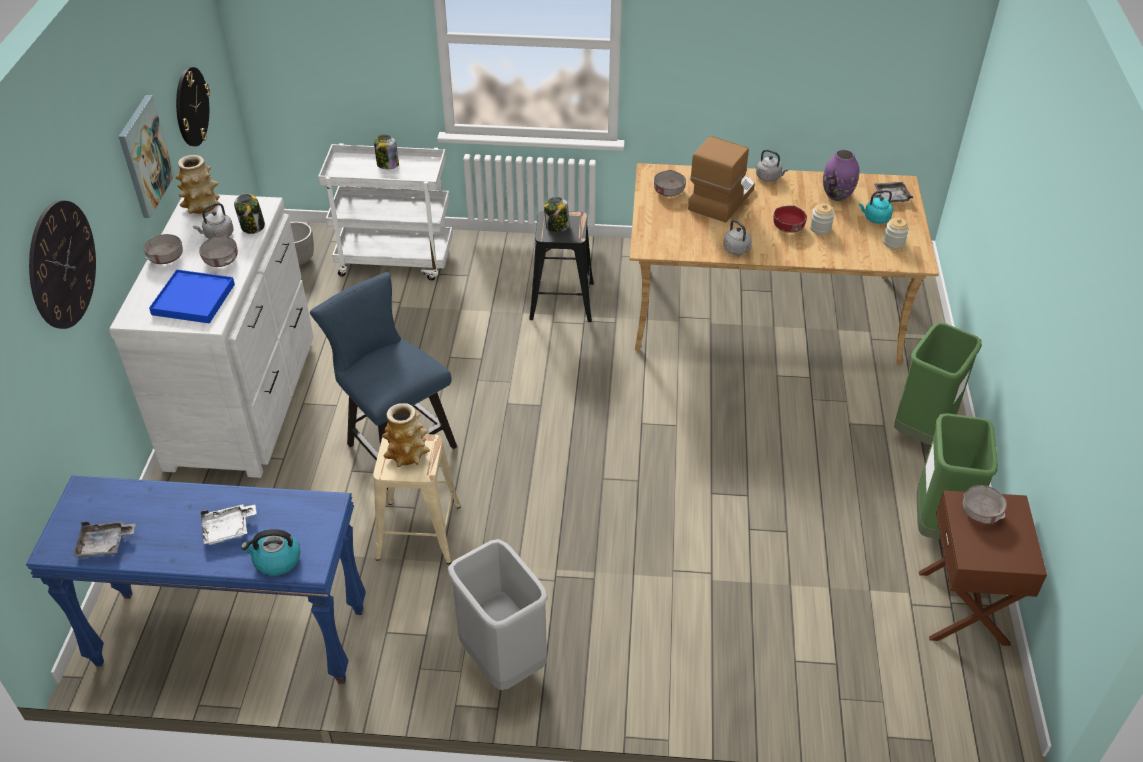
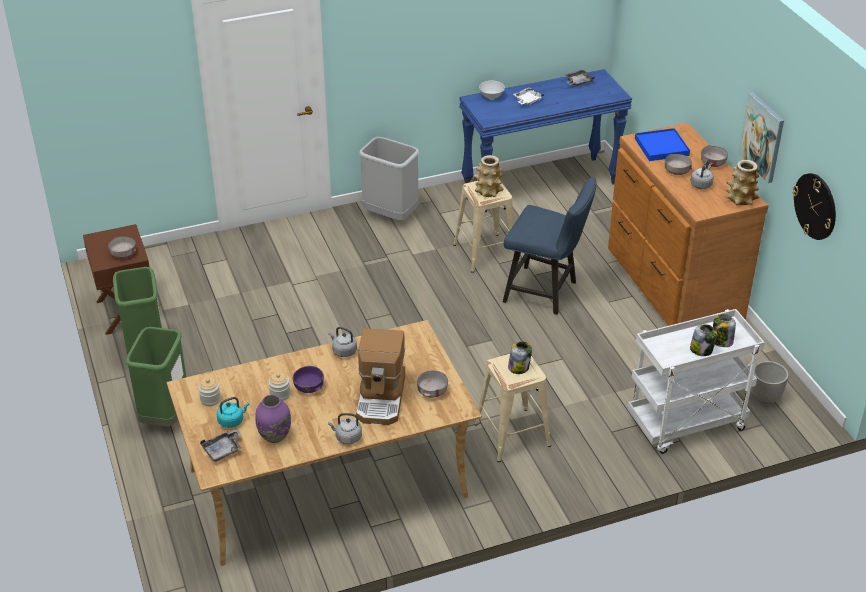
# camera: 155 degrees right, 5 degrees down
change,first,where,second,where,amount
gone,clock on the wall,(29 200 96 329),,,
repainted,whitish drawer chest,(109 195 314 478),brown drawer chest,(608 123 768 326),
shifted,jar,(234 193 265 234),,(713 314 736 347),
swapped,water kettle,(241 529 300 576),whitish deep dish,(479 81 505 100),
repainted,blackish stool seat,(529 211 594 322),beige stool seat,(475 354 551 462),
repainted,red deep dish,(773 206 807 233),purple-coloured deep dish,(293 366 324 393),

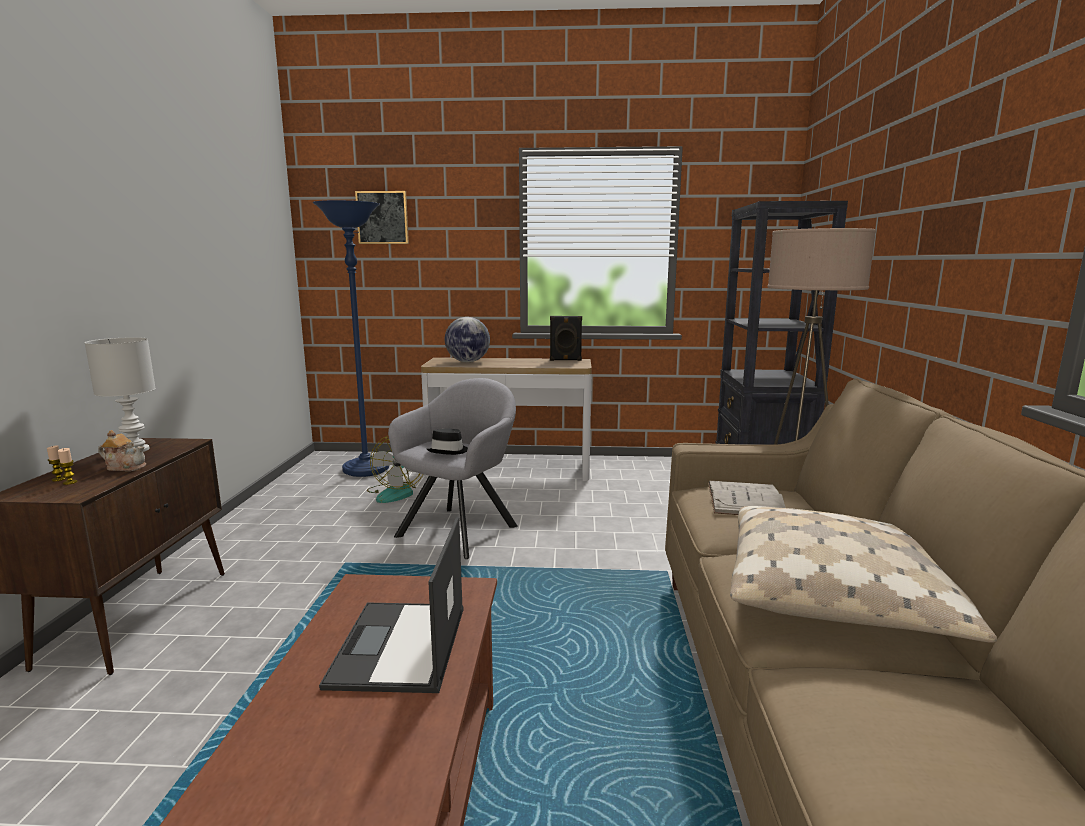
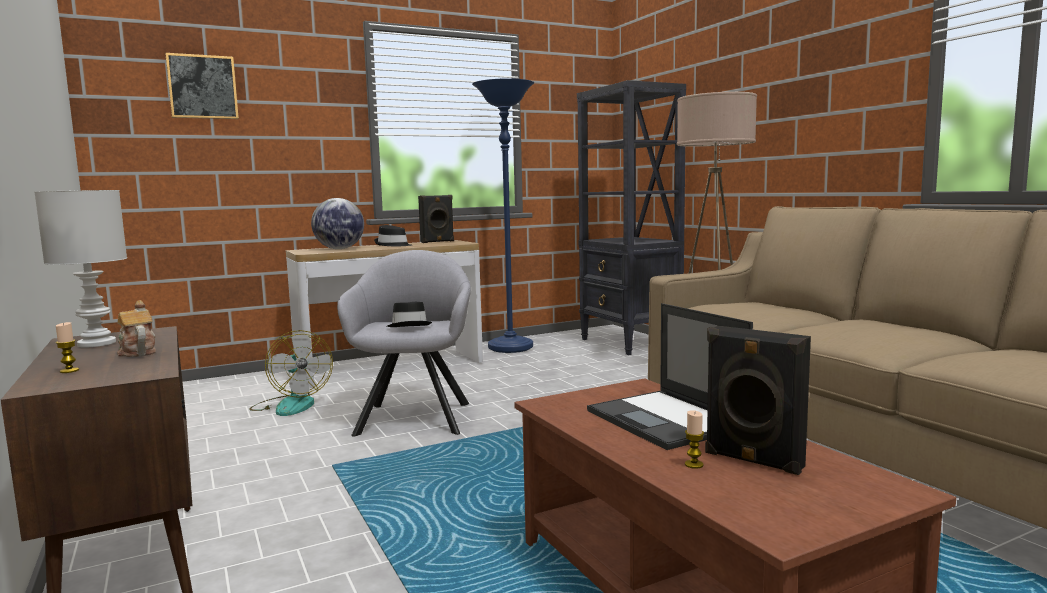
# camera: 30 degrees left, 5 degrees down
change,first,where,second,where,amount
shifted,candle,(58 448 77 485),,(685 410 704 469),
rotated,tea pot,(98 430 146 471),,(117 300 156 357),105 degrees counterclockwise
shifted,blue-coloured floor lamp,(313 200 389 477),,(472 78 534 353),
gone,whitish bound book,(708 481 785 515),,,
gone,beige pillow,(730 506 997 643),,,
new,,,blackish hat,(374 225 411 247),
new,,,blackish loudspeaker,(705 326 811 475),

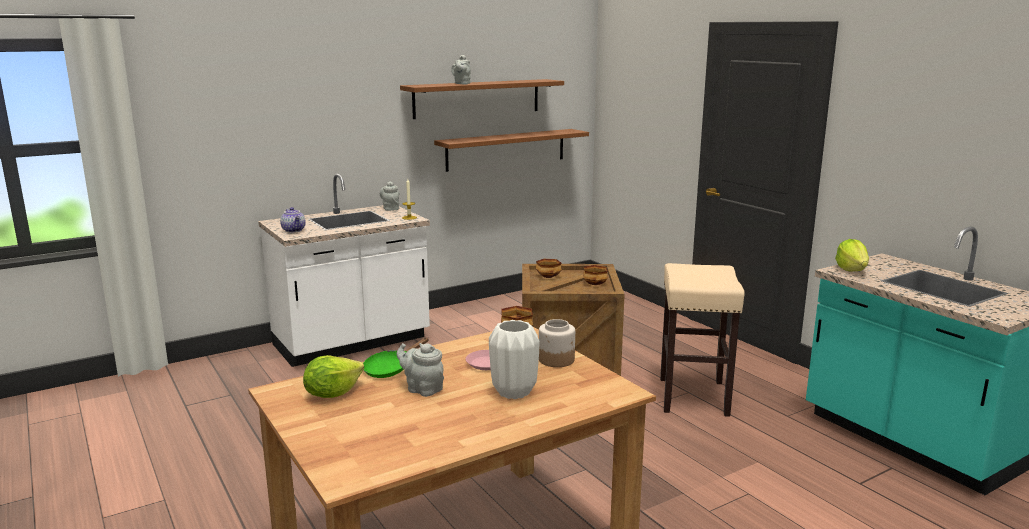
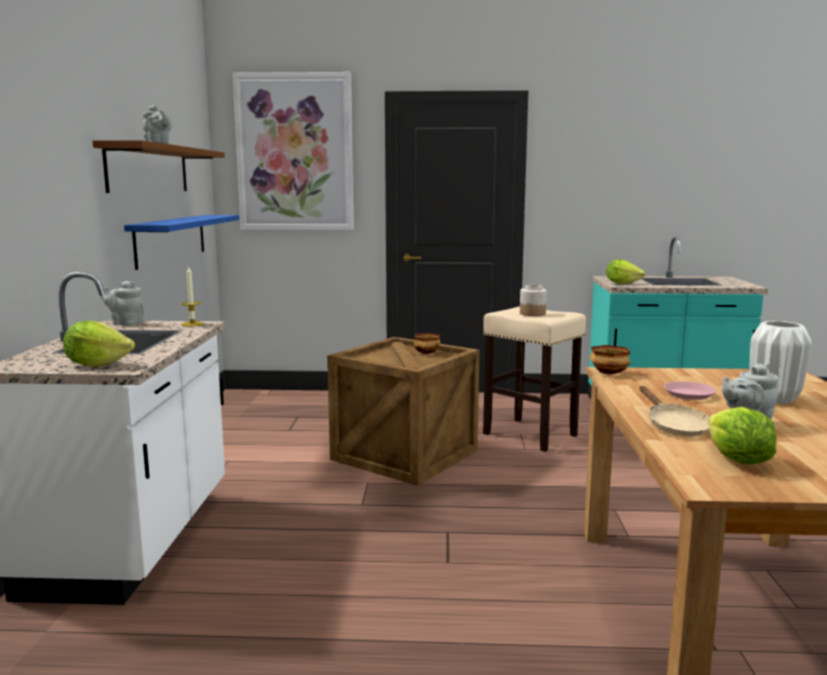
# camera: 55 degrees left, 5 degrees down
change,first,where,second,where,amount
swapped,tea pot,(280 207 306 233),head of lettuce,(63 321 135 367),
repainted,green-coloured frying pan,(363 337 429 378),beige frying pan,(639 386 709 437),
repainted,brown bracket shelf,(434 129 589 172),blue-coloured bracket shelf,(124 215 239 270),
gone,deep dish,(536 259 562 278),,,
shifted,jar,(539 319 575 367),,(520 285 547 316),
new,,,wall picture,(233 72 354 230),

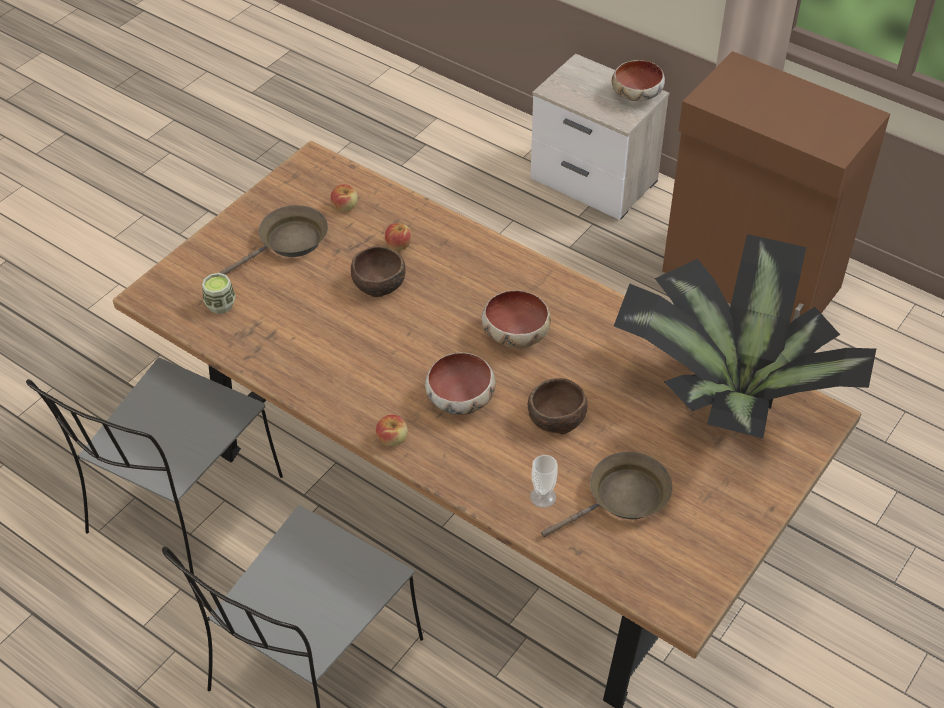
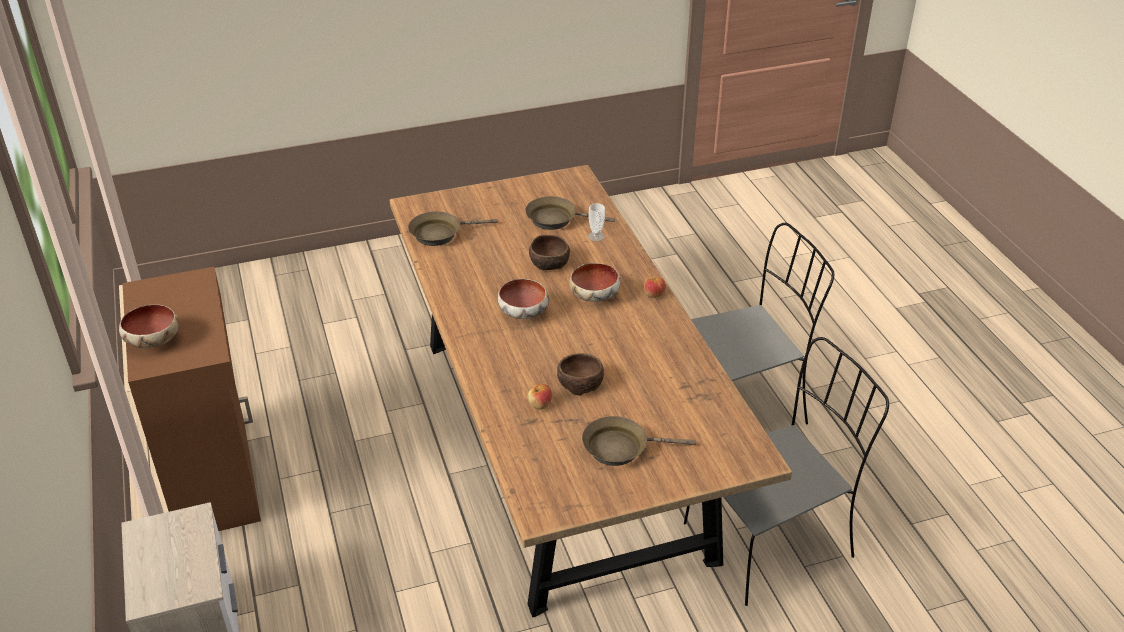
# camera: 145 degrees left, 10 degrees down
change,first,where,second,where,amount
gone,small cup,(202 273 235 314),,,
gone,apple,(331 184 358 212),,,
shifted,deep dish,(612 60 665 101),,(119 304 179 348),
swapped,potted plant,(614 234 876 438),brown frying pan,(408 211 498 246),

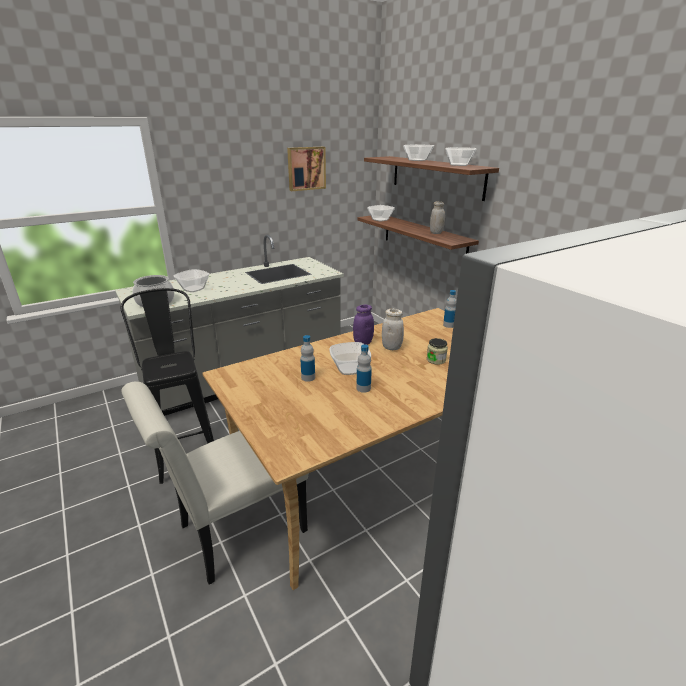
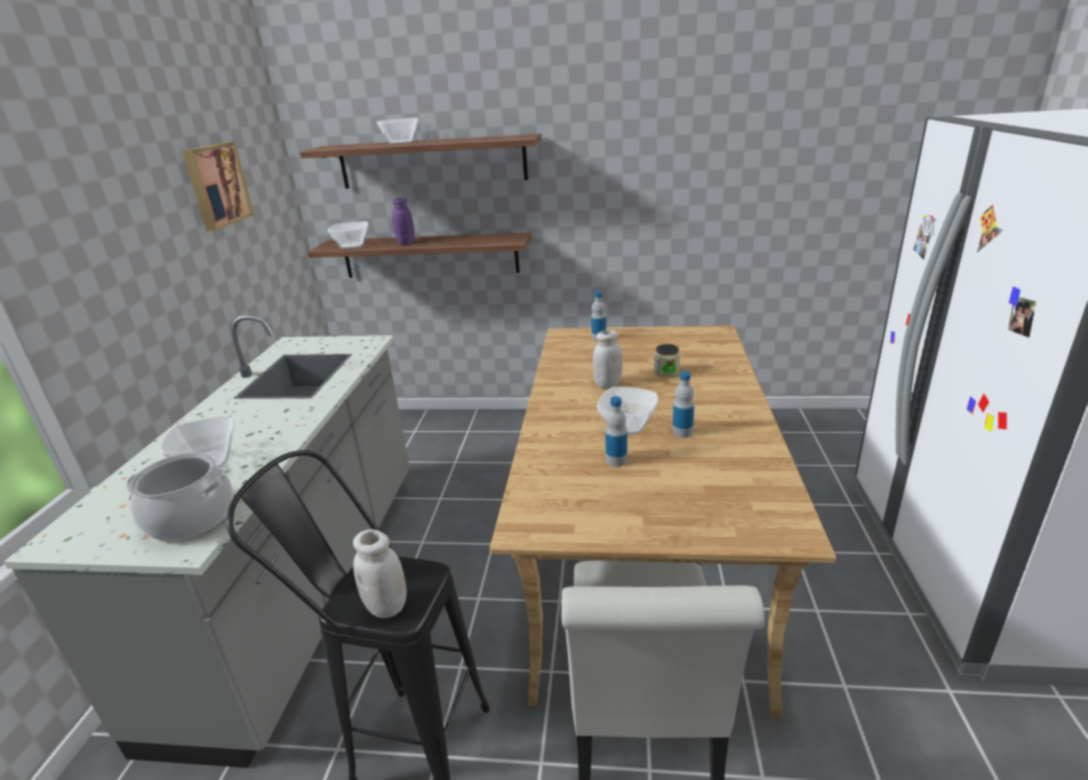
# camera: 50 degrees left, 0 degrees up
change,first,where,second,where,amount
shifted,purple-coloured jar,(353 305 374 345),,(392 198 415 244),
shifted,whitish jar,(430 201 445 234),,(353 529 407 618),
gone,deep dish,(445 147 477 166),,,

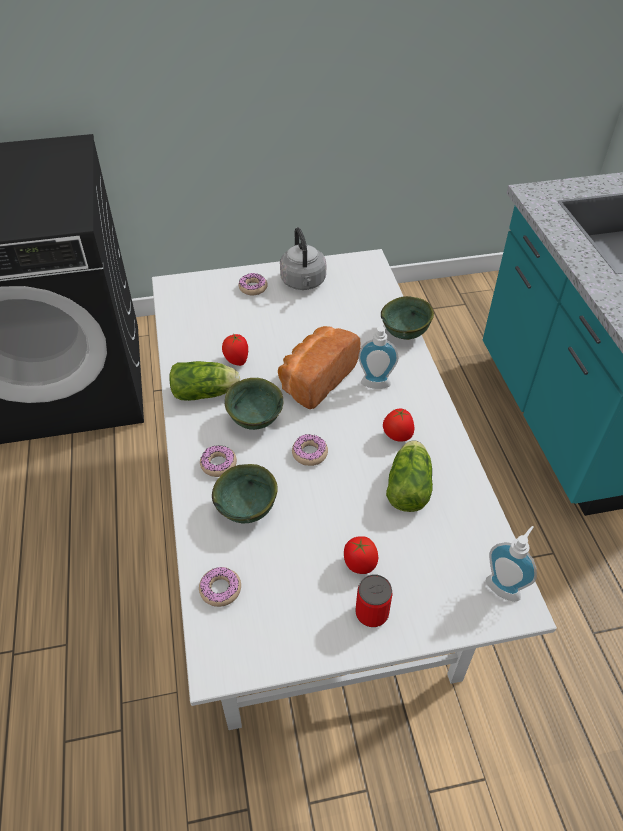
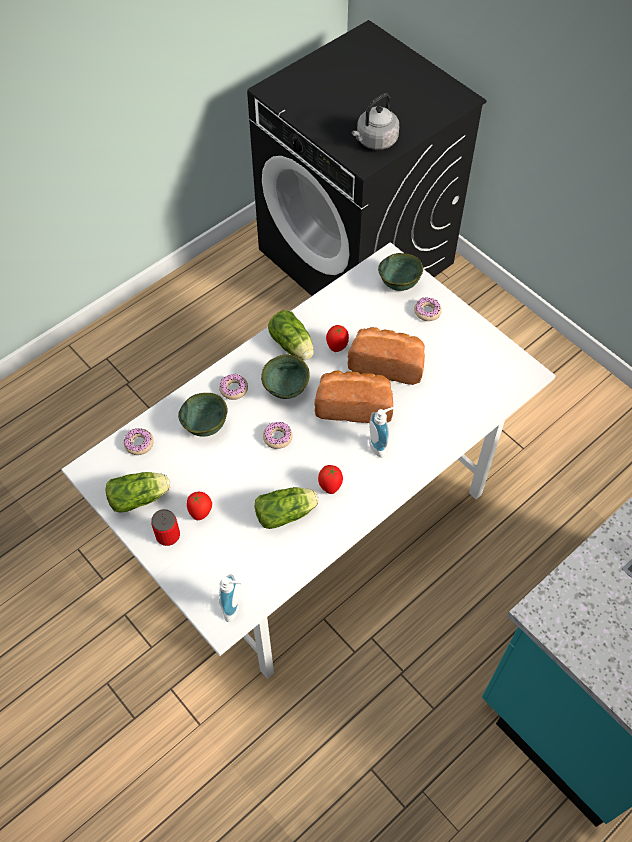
# camera: 60 degrees right, 10 degrees up
change,first,where,second,where,amount
shifted,grey water kettle,(280 227 326 290),,(352 93 399 150),
shifted,green-coloured deep dish,(381 296 434 340),,(378 253 423 291),
new,,,head of lettuce,(106 472 170 513),
new,,,bakery bread,(348 327 425 385),

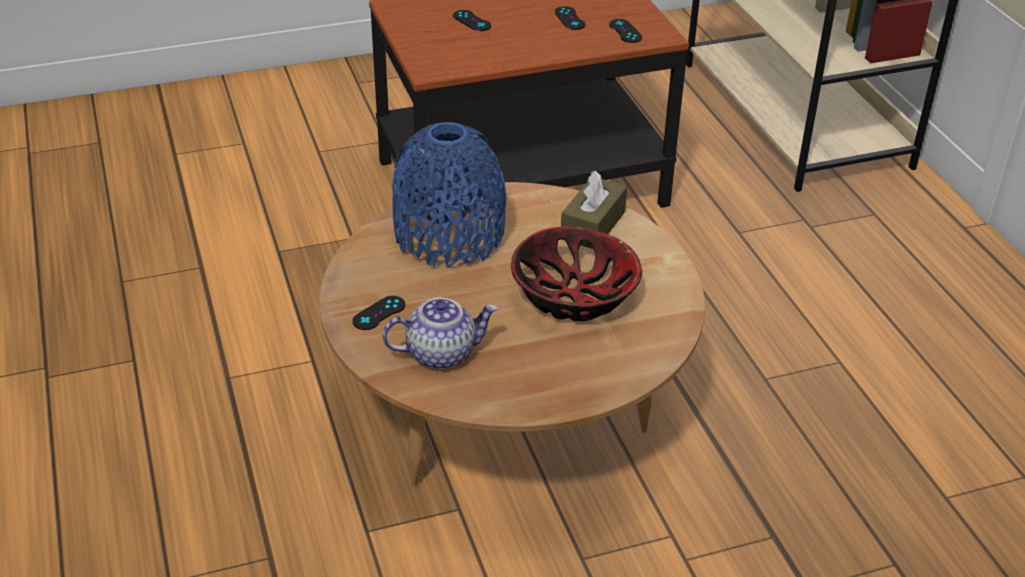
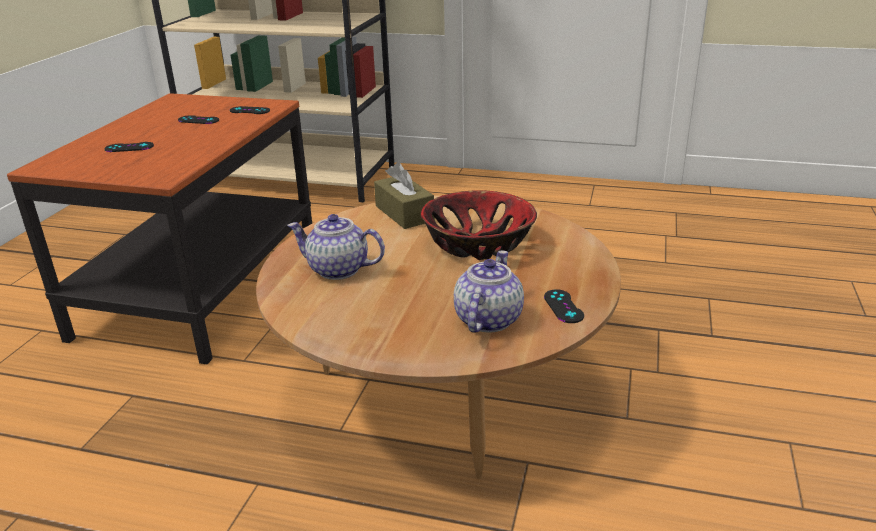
# camera: 55 degrees left, 10 degrees down
change,first,where,second,where,amount
shifted,blackish joypad,(352 296 405 330),,(544 289 584 323),
swapped,blue-coloured decorative vase,(392 122 507 268),tea pot,(287 214 385 280),

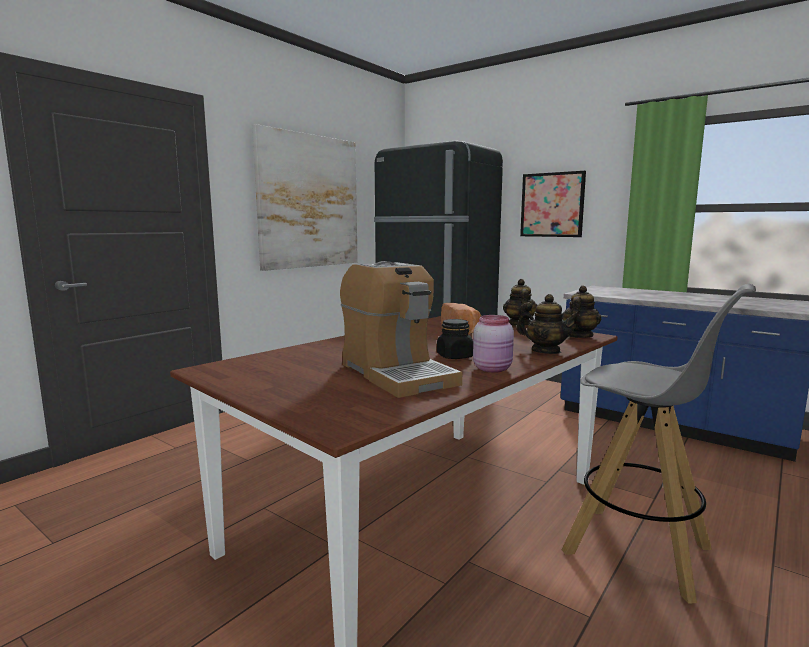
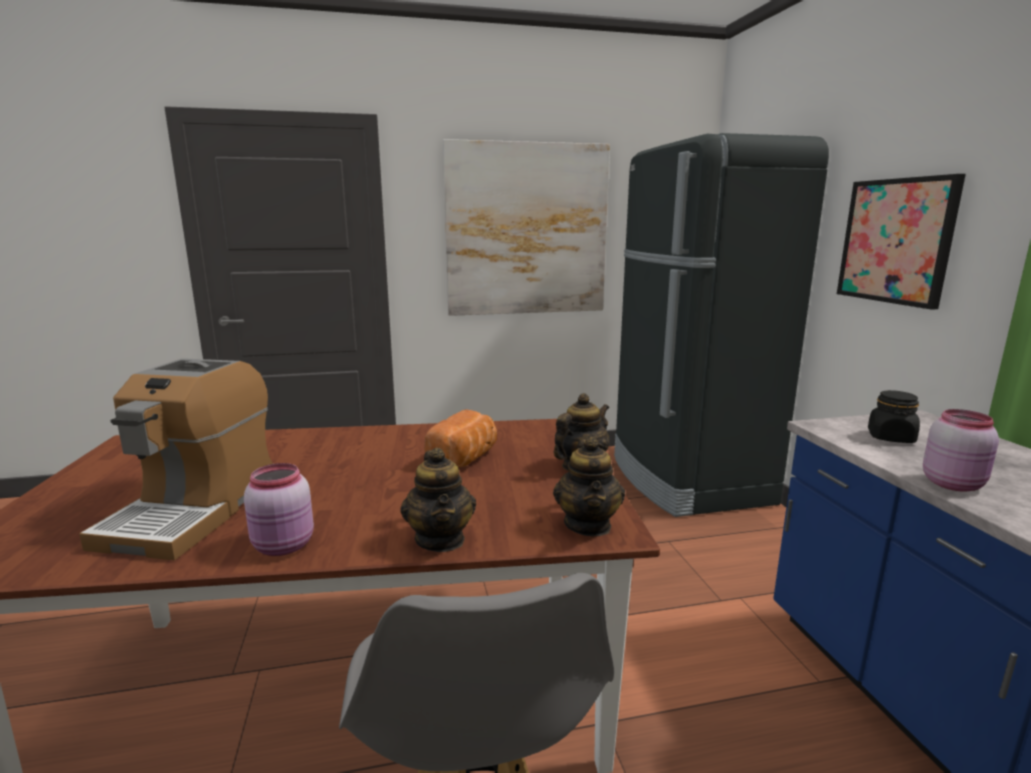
# camera: 40 degrees right, 5 degrees up
change,first,where,second,where,amount
shifted,blackish jar,(437 319 473 359),,(868 390 920 443),
rotated,tea pot,(562 285 601 338),,(553 436 625 536),105 degrees clockwise
new,,,pink-coloured jar,(923 409 999 492),

